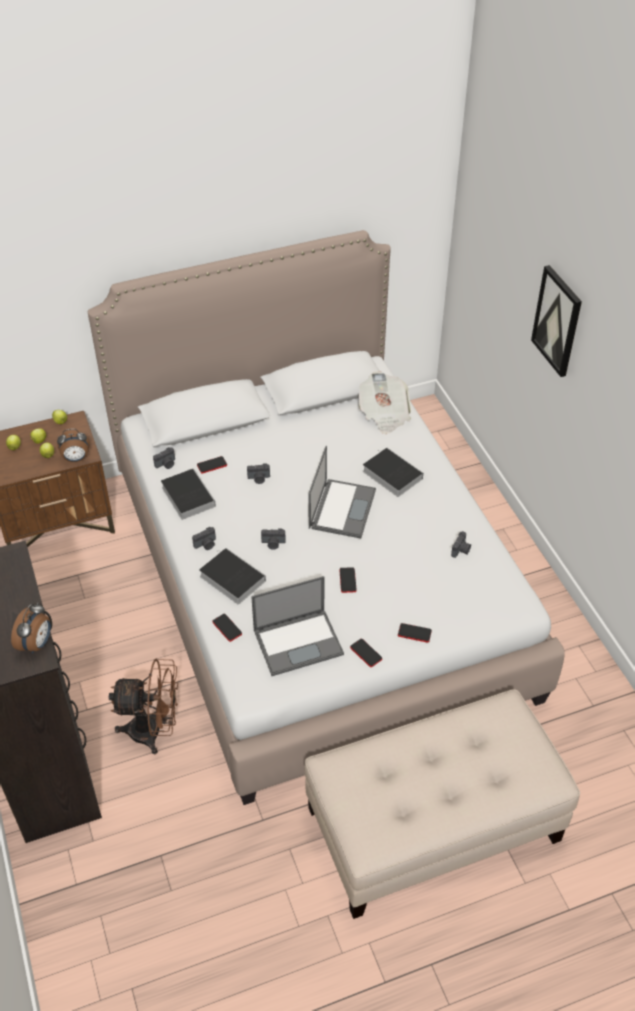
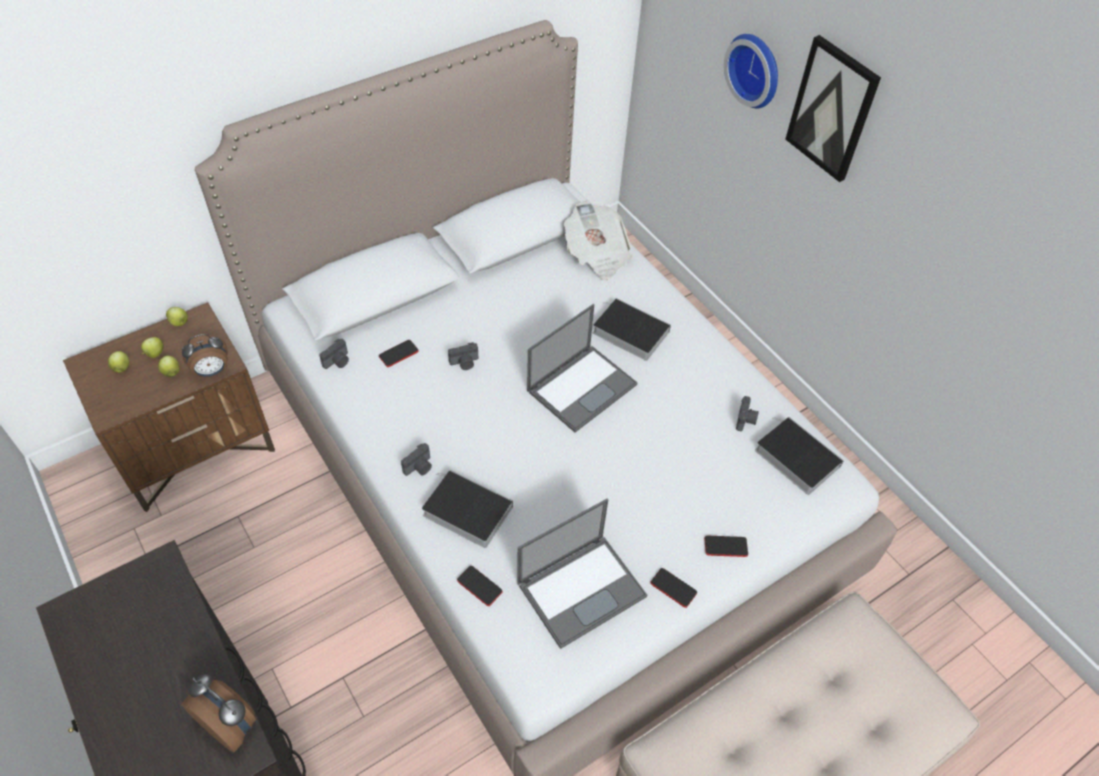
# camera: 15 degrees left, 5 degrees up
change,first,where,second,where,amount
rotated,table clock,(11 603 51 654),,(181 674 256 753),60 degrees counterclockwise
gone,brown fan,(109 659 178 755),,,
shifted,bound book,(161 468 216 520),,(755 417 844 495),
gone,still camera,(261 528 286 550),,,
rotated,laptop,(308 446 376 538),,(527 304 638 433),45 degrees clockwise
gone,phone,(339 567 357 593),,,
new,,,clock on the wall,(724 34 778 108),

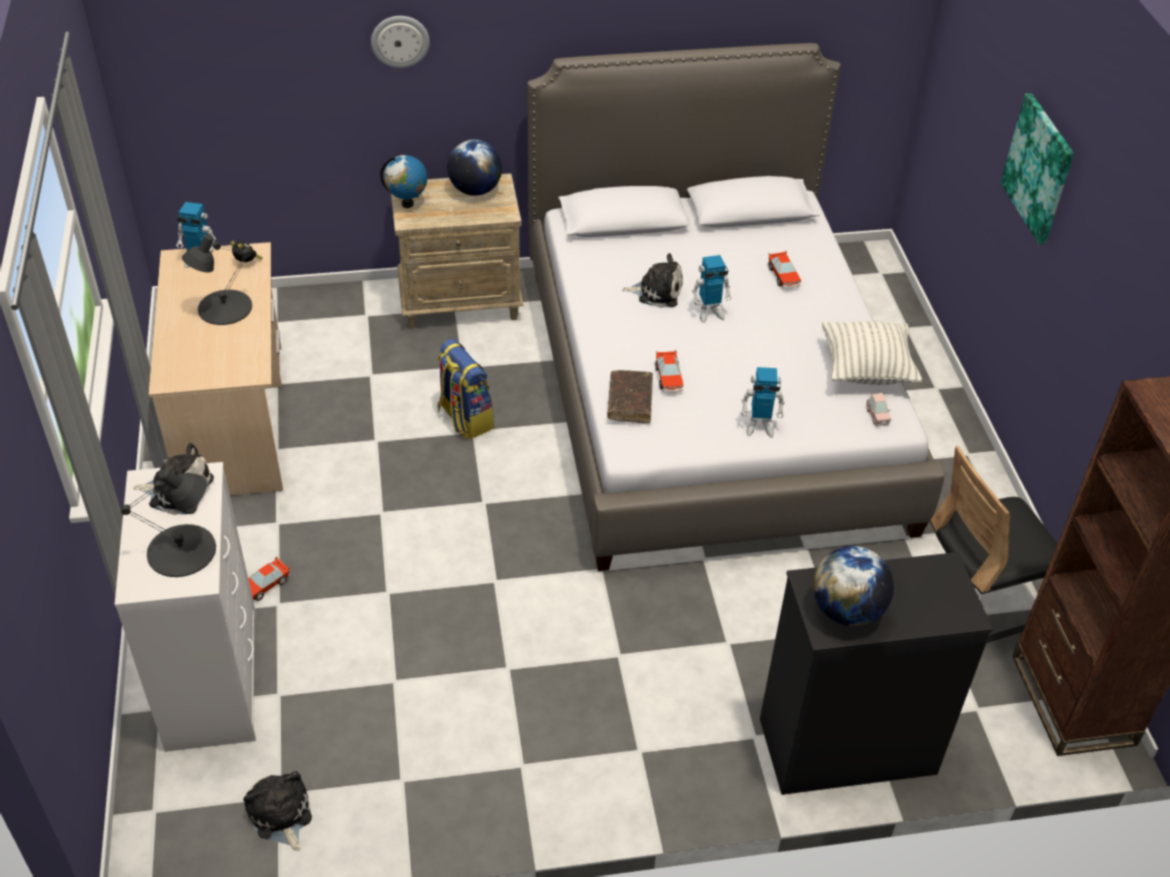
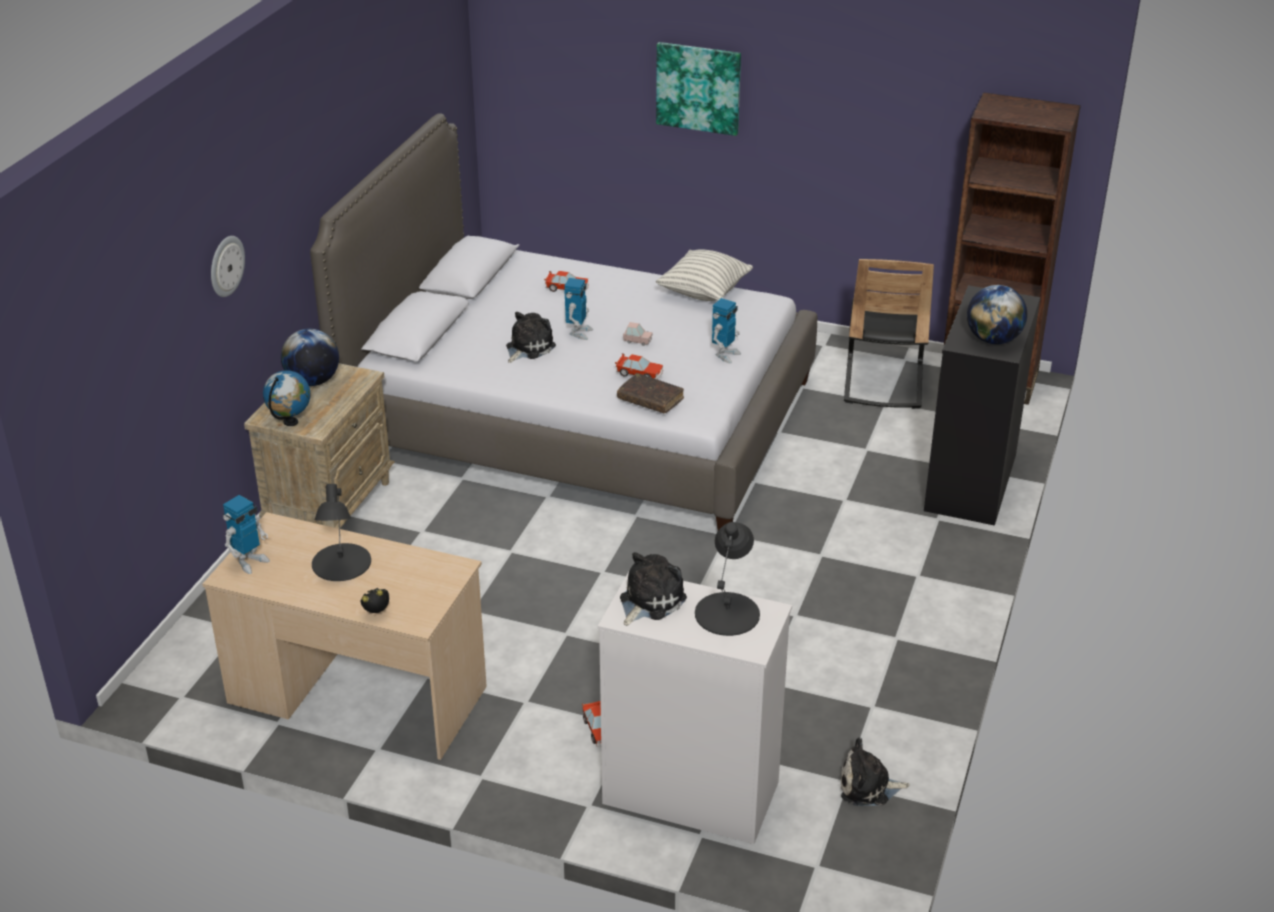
# camera: 60 degrees left, 10 degrees down
change,first,where,second,where,amount
shifted,table clock,(230 241 262 262),,(361 588 389 613),
gone,backpack,(437 339 494 440),,,
shifted,pink-coloured toy car,(866 393 891 426),,(623 322 653 346),

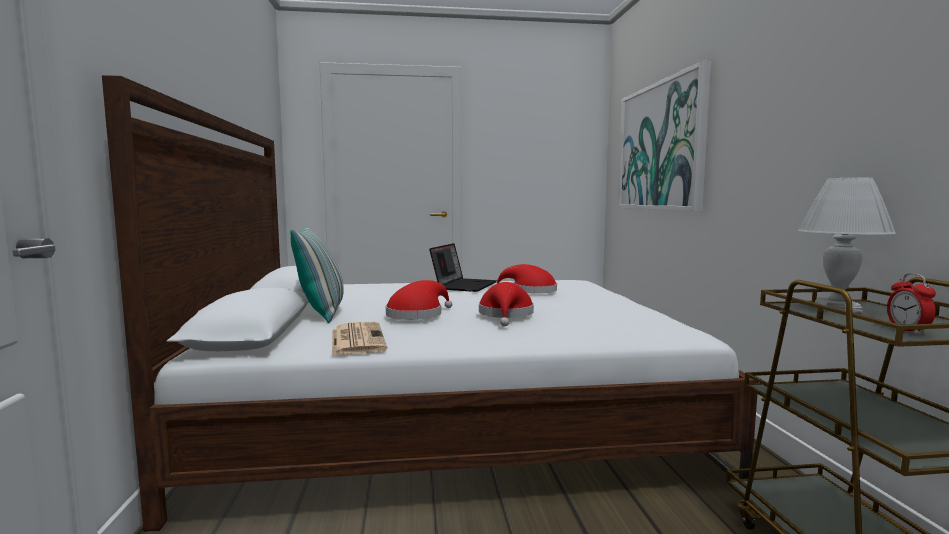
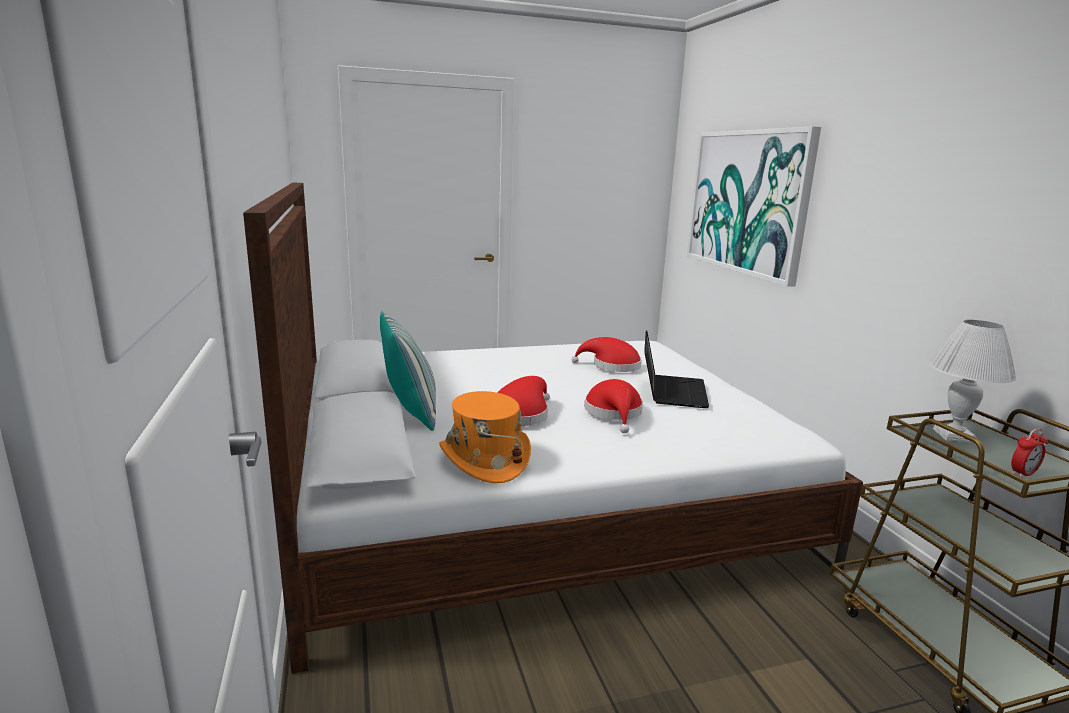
# camera: 10 degrees left, 10 degrees up
change,first,where,second,where,amount
swapped,newspaper,(332 322 387 355),orange hat,(439 391 531 483),
shifted,laptop,(429 243 497 292),,(644 330 709 408),
rotated,table clock,(887 273 936 334),,(1011 428 1048 477),105 degrees counterclockwise

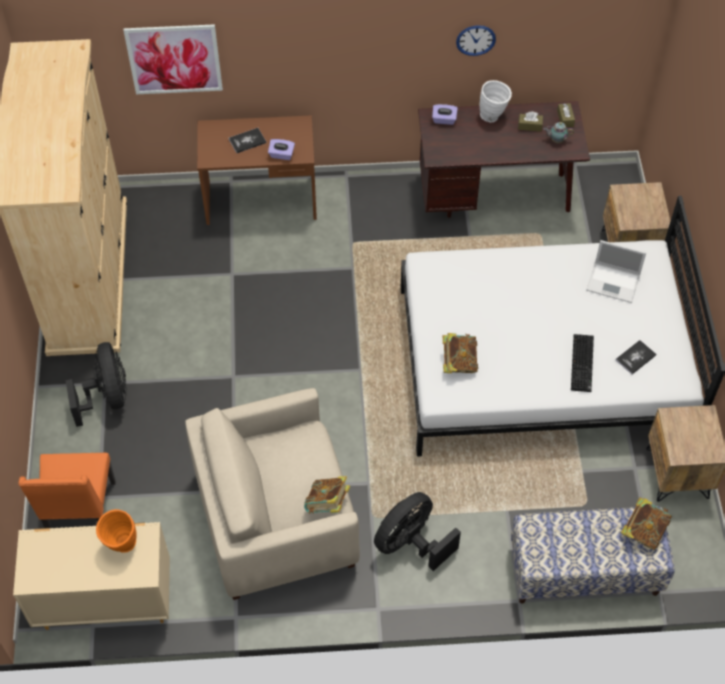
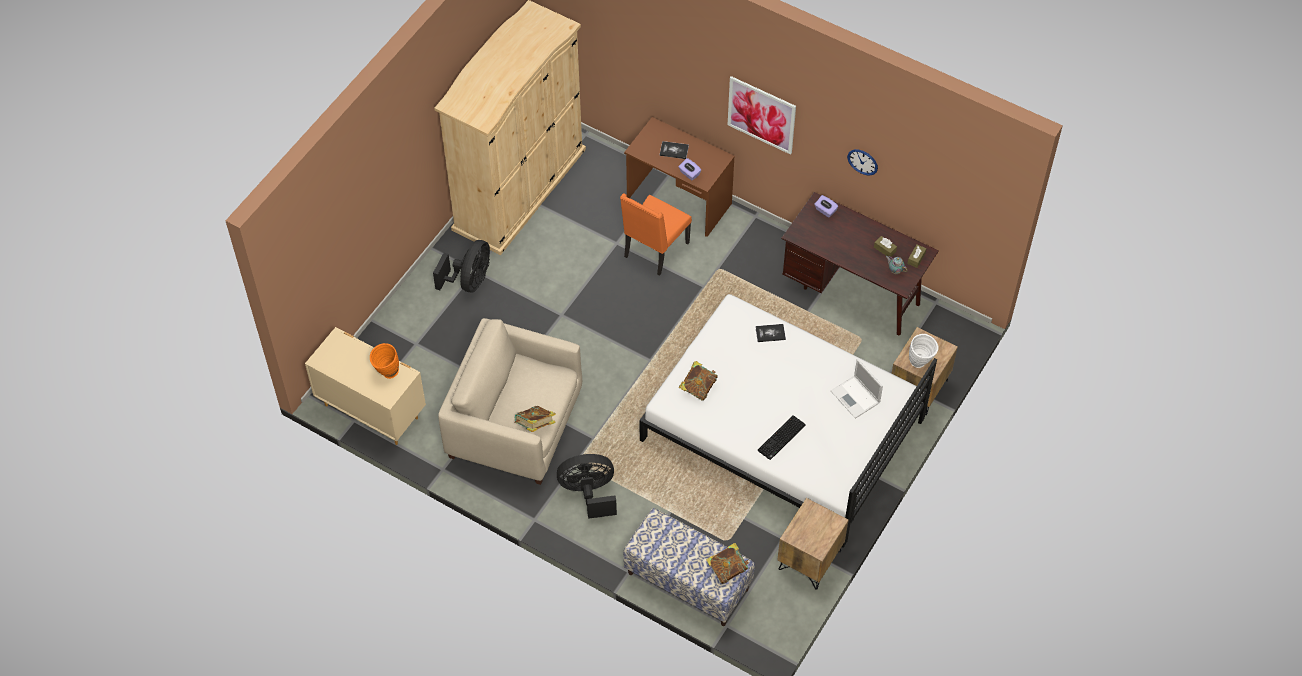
# camera: 35 degrees right, 0 degrees up
change,first,where,second,where,amount
shifted,orange upright chair,(19 453 116 528),,(620 193 692 276),
shifted,wall picture,(123 24 223 94),,(728 76 796 155),
shifted,whitish decorative vase,(479 80 512 122),,(909 334 939 368),
shifted,bound book,(616 340 657 374),,(755 324 786 342),

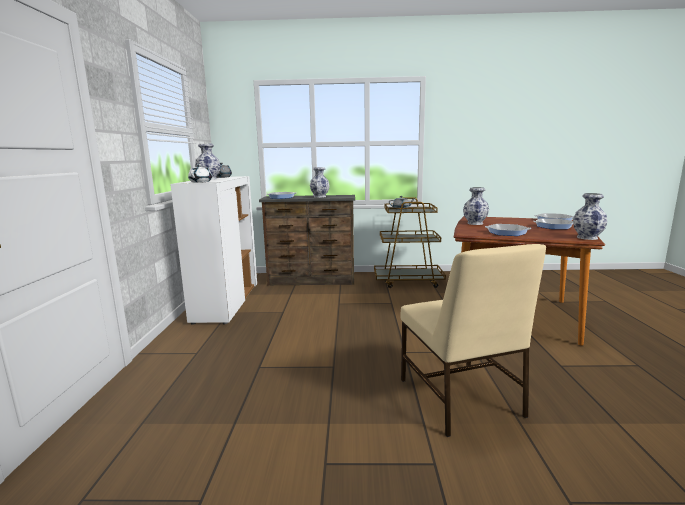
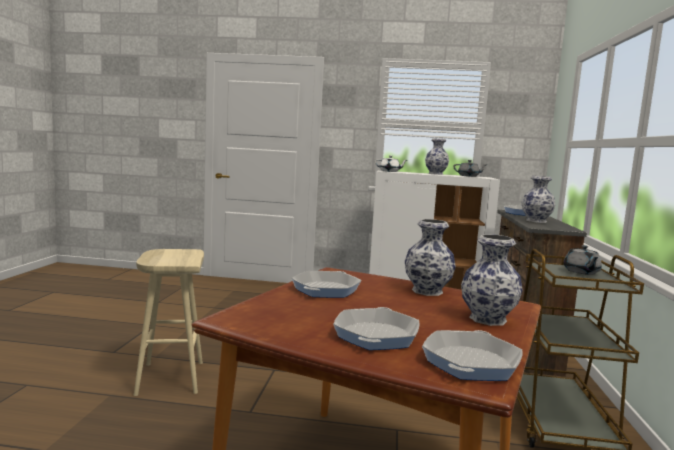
# camera: 95 degrees right, 5 degrees down
change,first,where,second,where,amount
swapped,beige upright chair,(401 244 546 437),beige stool seat,(134 249 204 396),
shifted,decorative vase,(573 193 607 240),,(461 234 523 326),

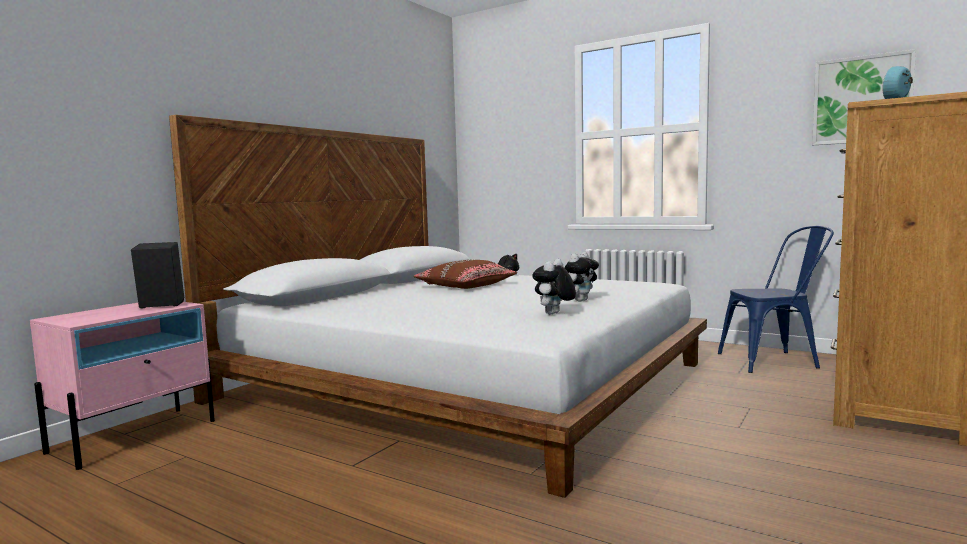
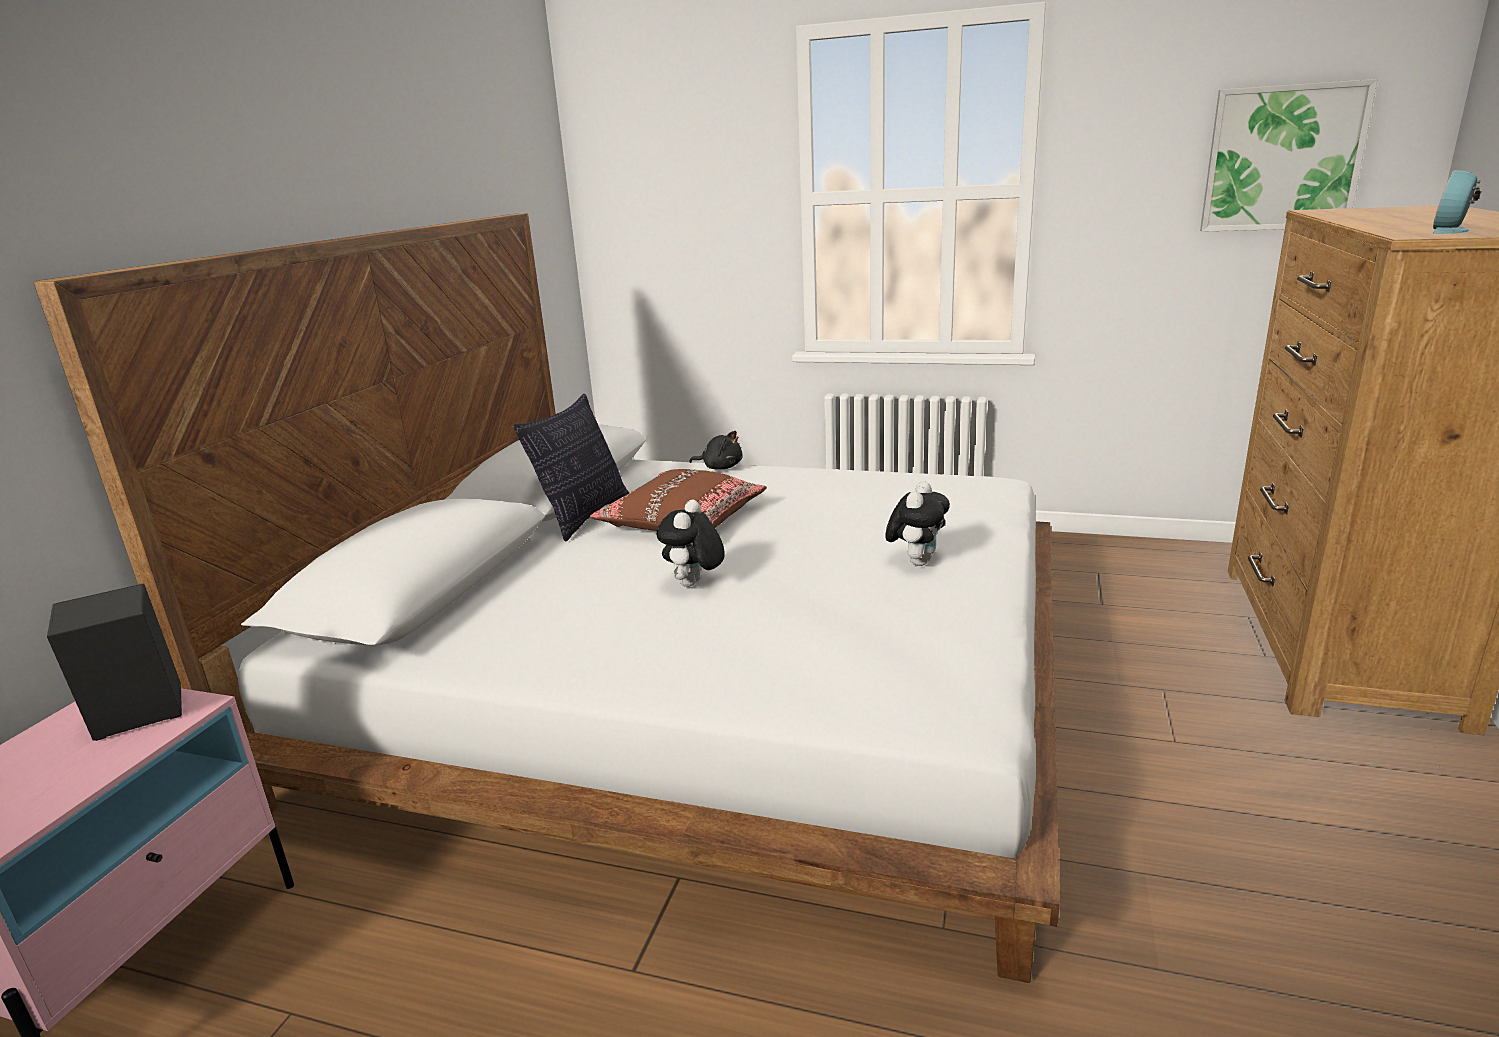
# camera: 15 degrees left, 15 degrees up
change,first,where,second,where,amount
shifted,plush toy,(532 259 576 314),,(657 500 725 587),
gone,blue-coloured upright chair,(718 226 834 373),,,
new,,,pillow,(513 394 629 541),

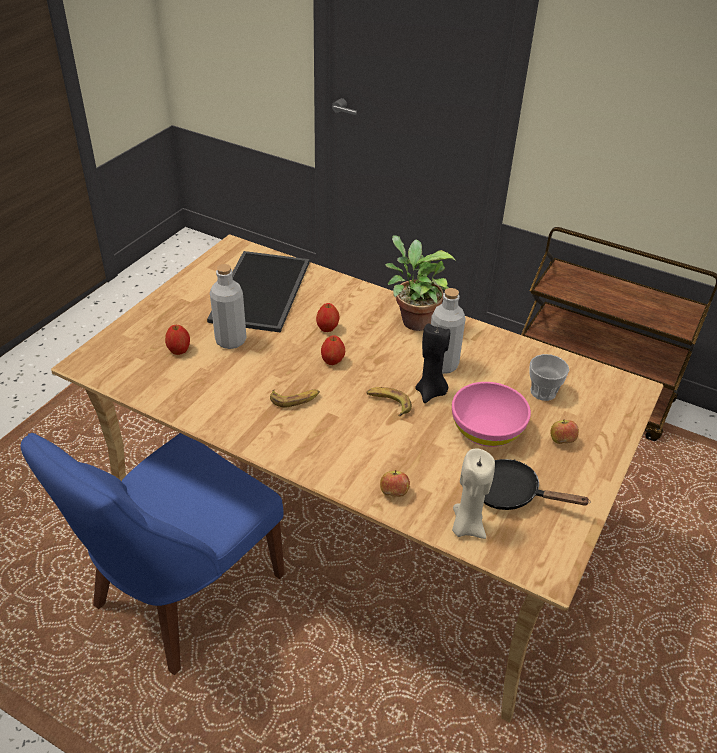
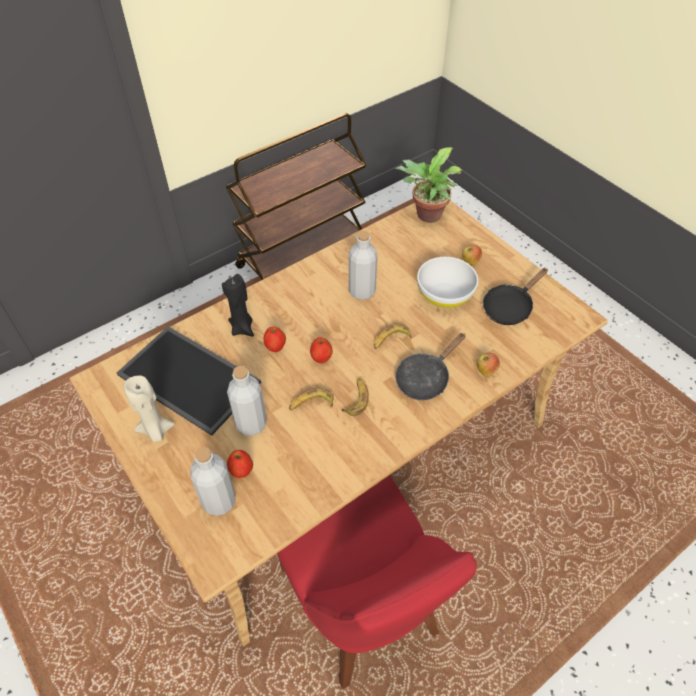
# camera: 65 degrees left, 10 degrees up
change,first,where,second,where,amount
repainted,blue-coloured upright chair,(20 433 285 675),red upright chair,(277 475 477 689),
shifted,potted plant,(385 235 455 331),,(395 147 462 223),
shifted,blackish candle,(415 323 450 403),,(222 274 254 336),
repainted,pink-coloured deep dish,(452 382 531 447),whitish deep dish,(417 257 479 308),
shifted,beige candle,(452 448 495 539),,(124 376 175 442),
gone,small cup,(529 354 569 401),,,
new,,,grey drink bottle,(190 447 236 516),
new,,,whole banana,(289 388 334 410),
new,,,blackish frying pan,(395 333 466 400),

